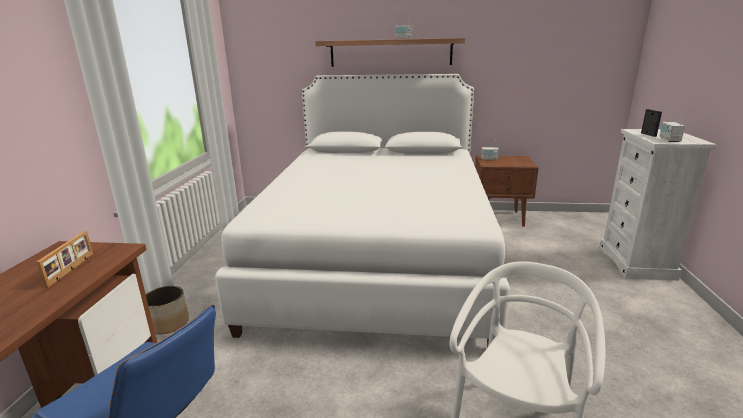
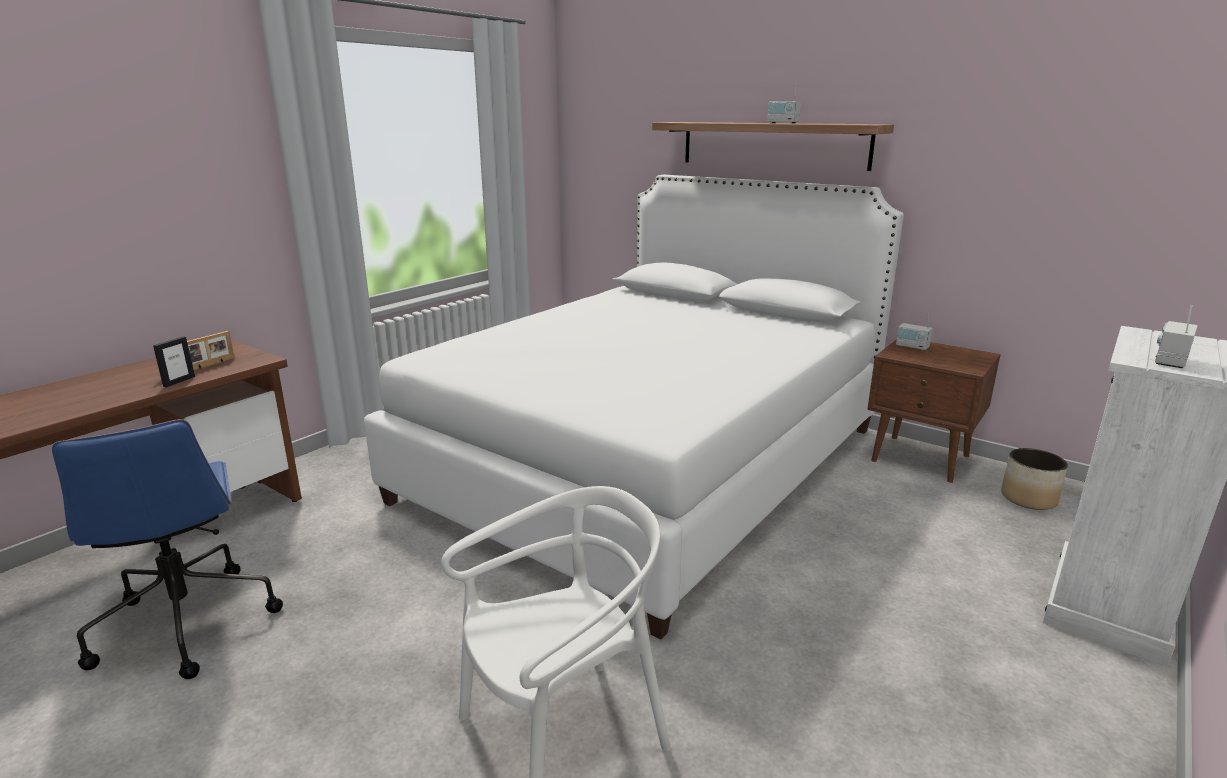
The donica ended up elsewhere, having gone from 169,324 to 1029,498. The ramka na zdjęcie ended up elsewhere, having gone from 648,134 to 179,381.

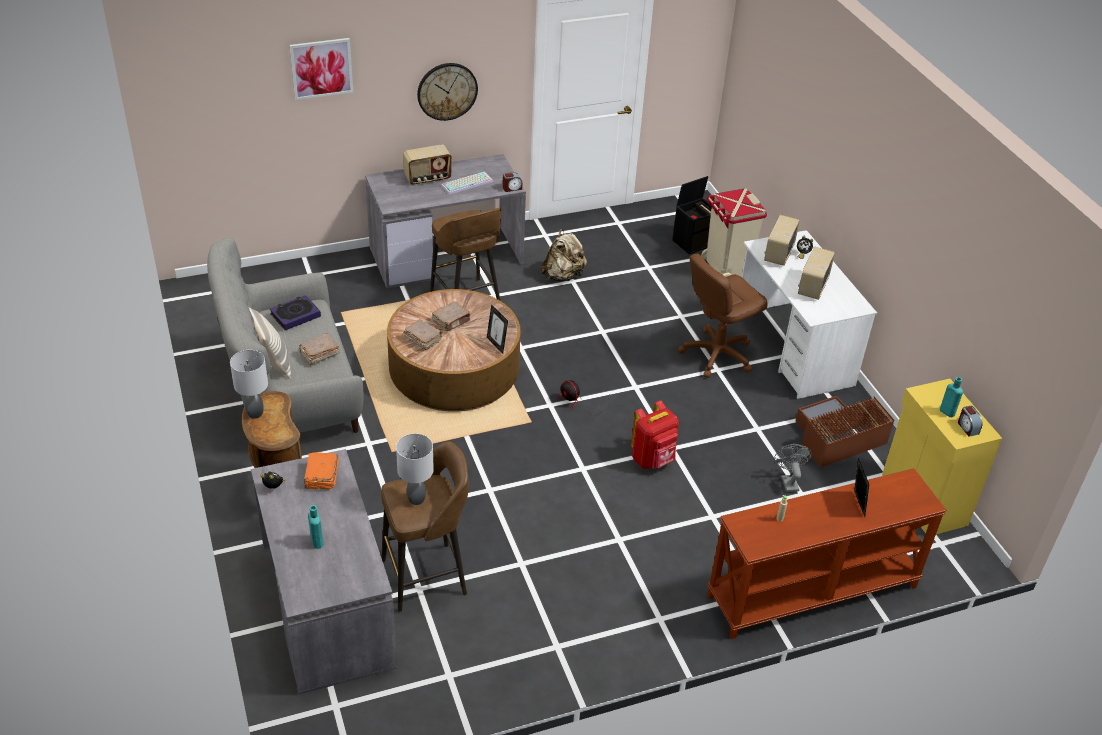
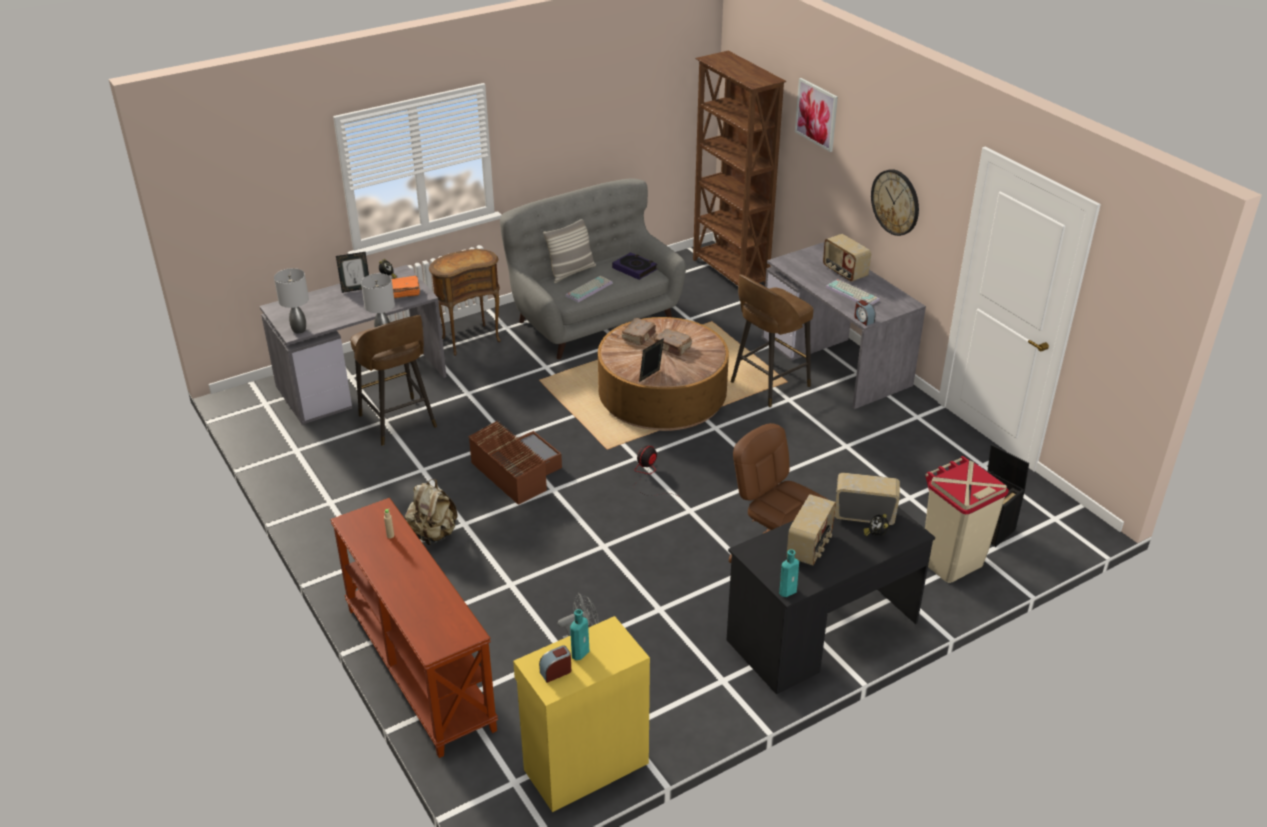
The lampa stołowa (szary) ended up elsewhere, having gone from 255,413 to 299,330. Where the książka (brązowy) stood at 319,354, the klawiatura came to stand at 589,289. The butelka (turkusowy) ended up elsewhere, having gone from 317,541 to 789,591. The plecak (beżowy) ended up elsewhere, having gone from 563,276 to 433,534. The second view lost the plecak (czerwony) at 653,460. What was the biurko (biały) at 793,349 turned into the biurko (czarny) at 822,632. The pojemnik do przechowywania (brązowy) ended up elsewhere, having gone from 836,438 to 516,471. The radio at 812,286 ended up facing another way, 105 degrees clockwise from before. The ramka na zdjęcie ended up elsewhere, having gone from 856,504 to 356,289. The second view gained the regał (brązowy) at 730,273.

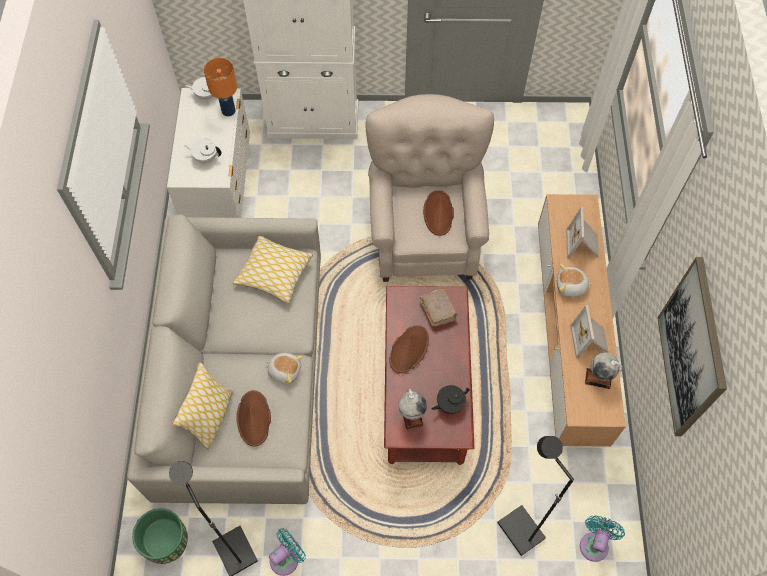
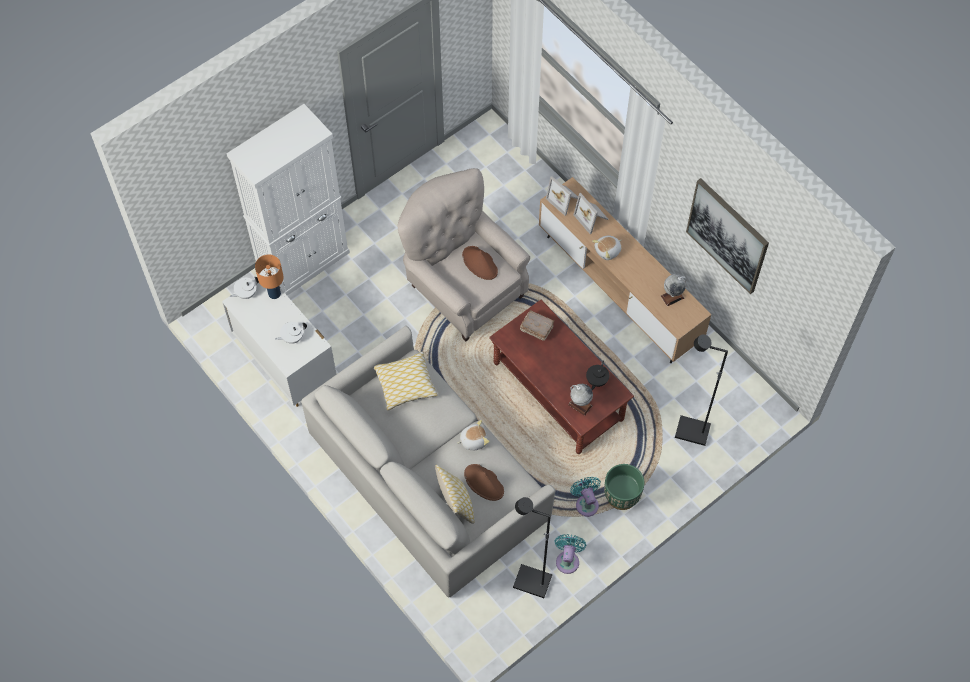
The donica (zielony) ended up elsewhere, having gone from 167,543 to 621,495. The second view lost the kapelusz (brązowy) at 409,349. The ramka na zdjęcie ended up elsewhere, having gone from 590,340 to 564,199. The wentylator (turkusowy) ended up elsewhere, having gone from 595,543 to 586,503.

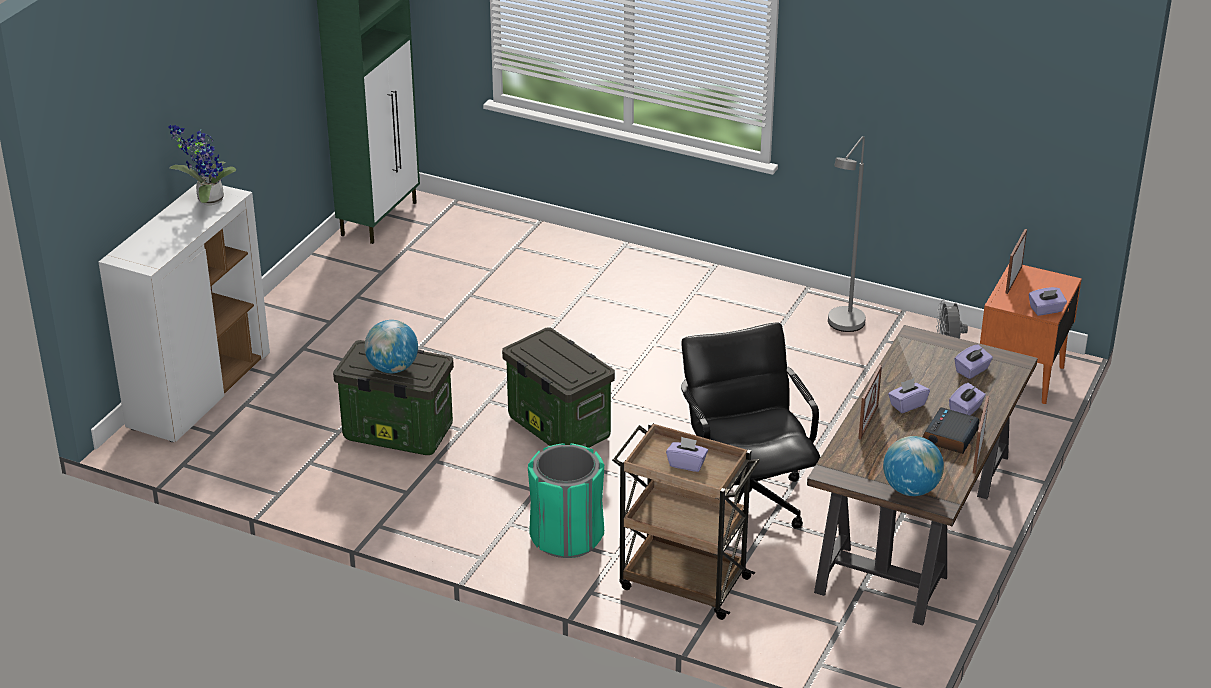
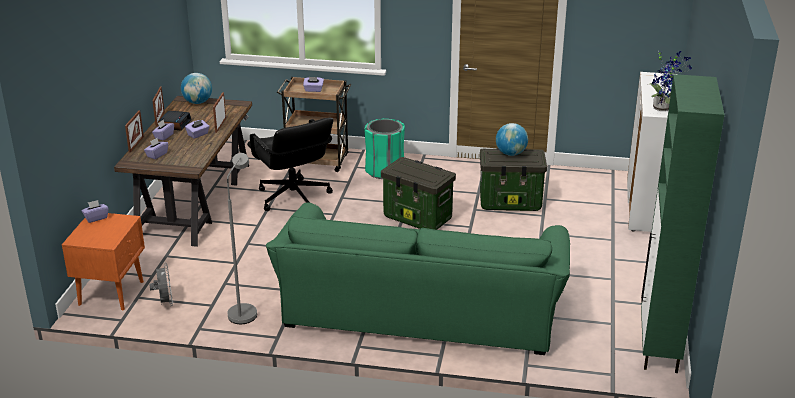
The ramka na zdjęcie ended up elsewhere, having gone from 1013,280 to 136,144. The second view gained the kanapa (zielony) at 421,307.

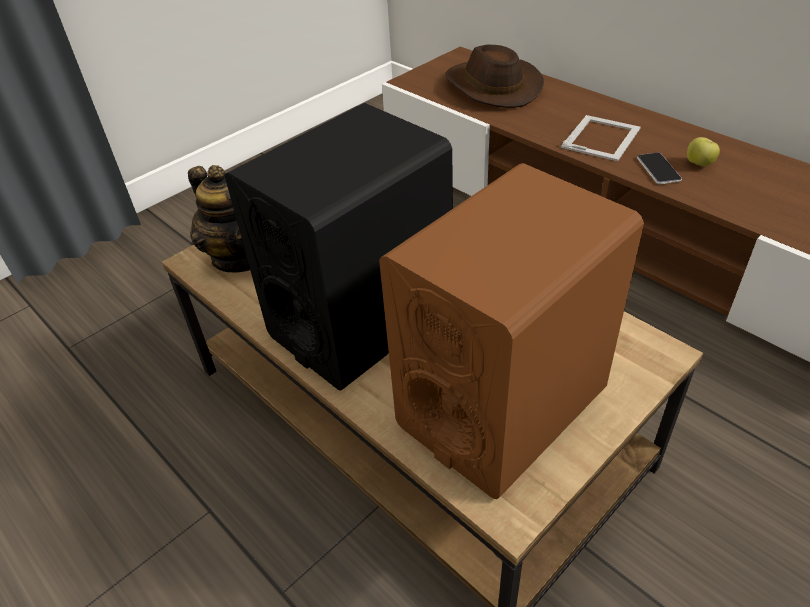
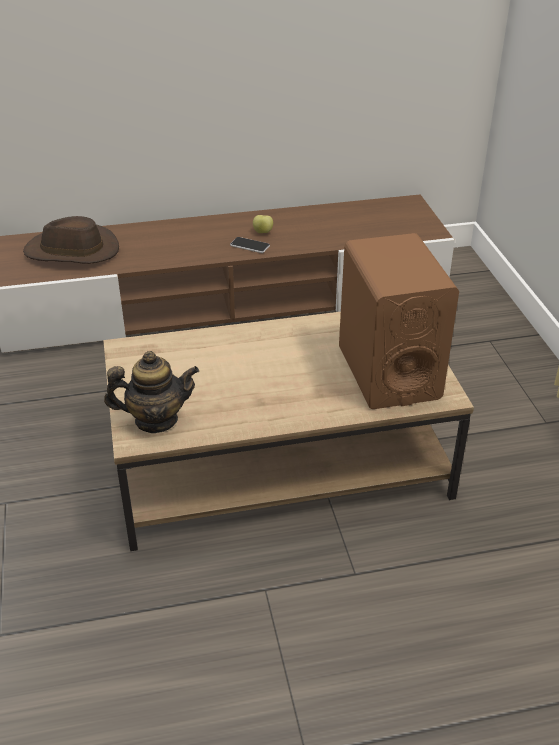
The second view lost the głośnik (czarny) at 362,320. The second view lost the ramka na zdjęcie at 602,137.

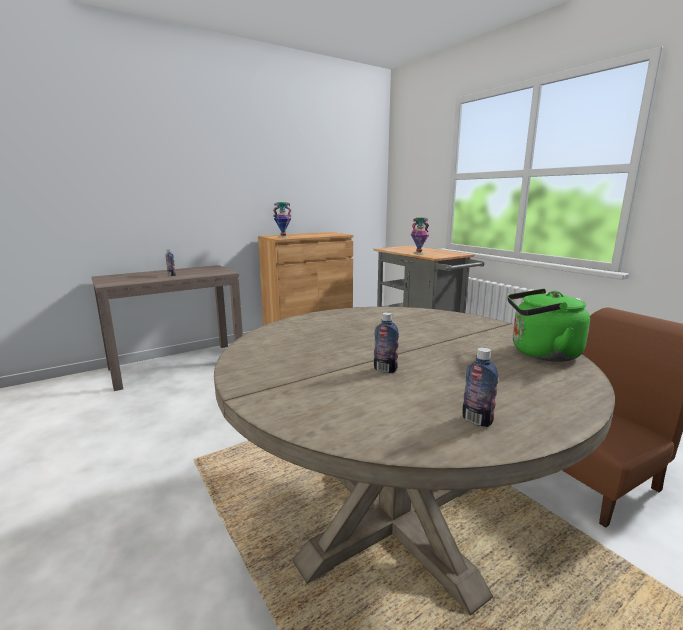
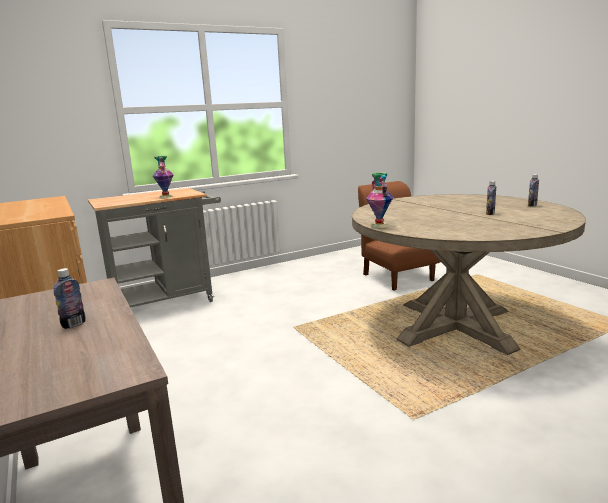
The wazon ended up elsewhere, having gone from 283,237 to 380,225. The second view lost the czajnik (zielony) at 540,353.

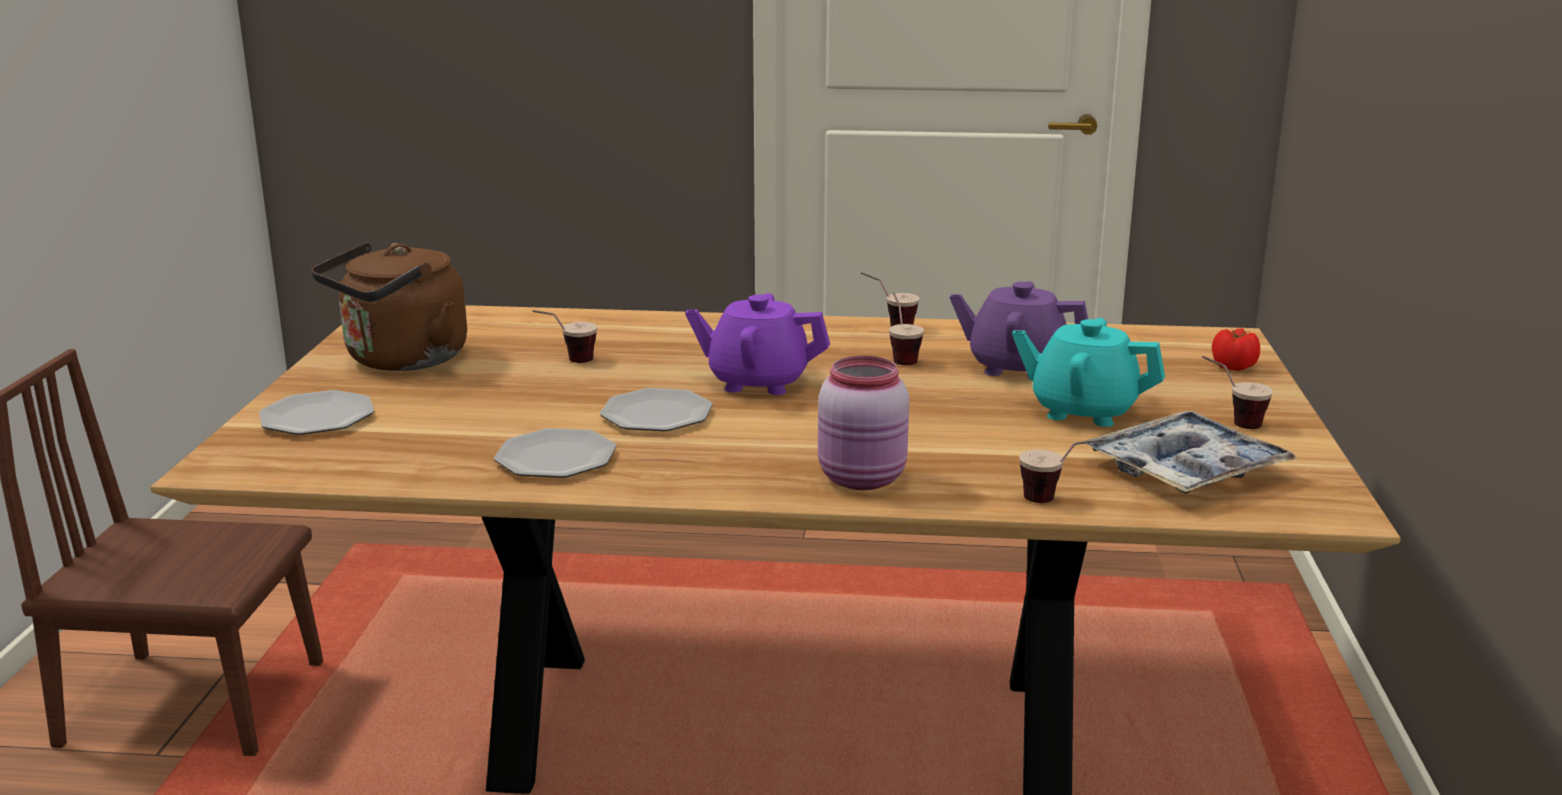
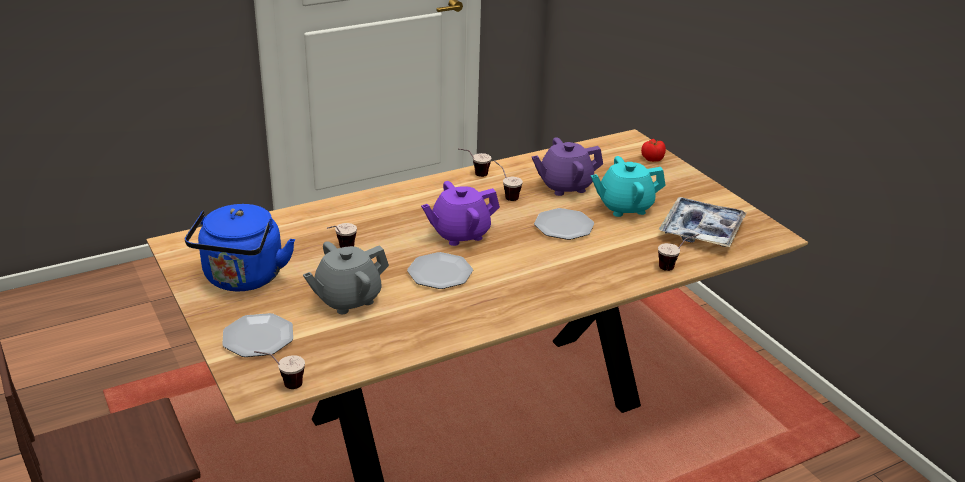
What was the czajnik (brązowy) at 401,360 turned into the czajnik (niebieski) at 242,279. The talerz ended up elsewhere, having gone from 555,458 to 563,226. The second view lost the słoik (różowy) at 863,479. The filiżanka ended up elsewhere, having gone from 1231,422 to 282,384. The second view gained the imbryk (szary) at 347,299.

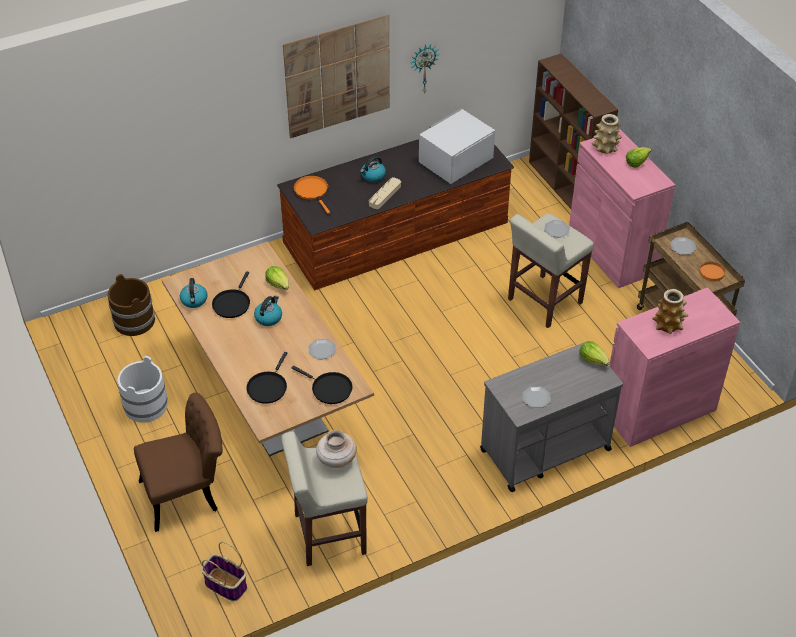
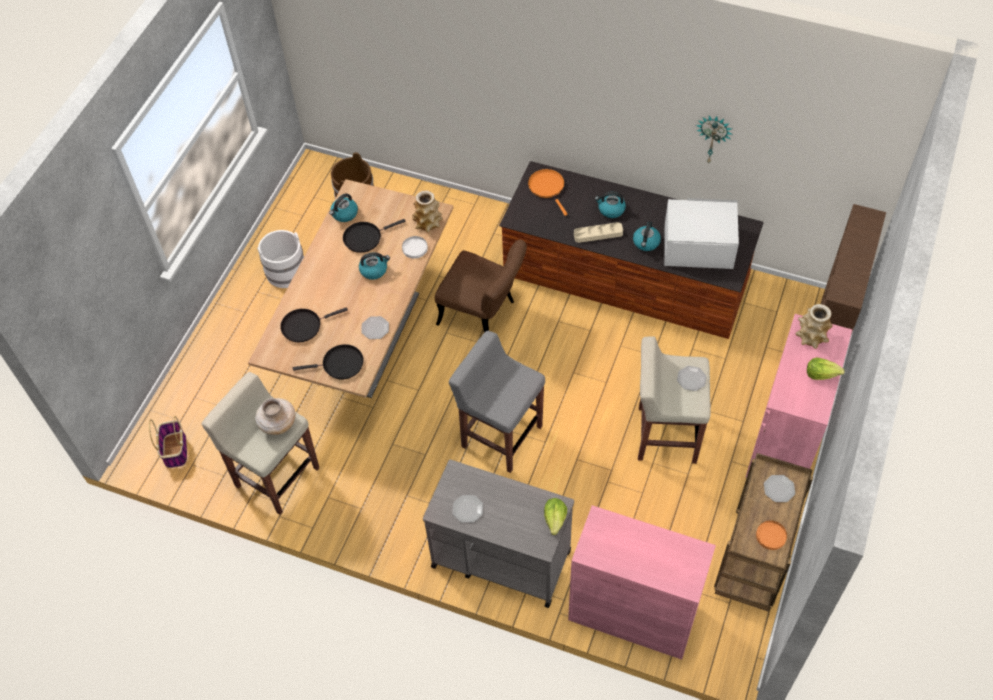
The krzesło (brązowy) ended up elsewhere, having gone from 187,493 to 483,315. Where the sałata stood at 278,284, the talerz (biały) came to stand at 415,248. The second view lost the obraz at 337,76. The patelnia (czarny) at 329,389 ended up facing another way, 90 degrees counterclockwise from before. The patelnia (pomarańczowy) at 312,191 ended up facing another way, 45 degrees counterclockwise from before. The wazon ended up elsewhere, having gone from 668,324 to 428,223. The second view gained the stołek (szary) at 501,436. The second view gained the czajnik at 646,243.

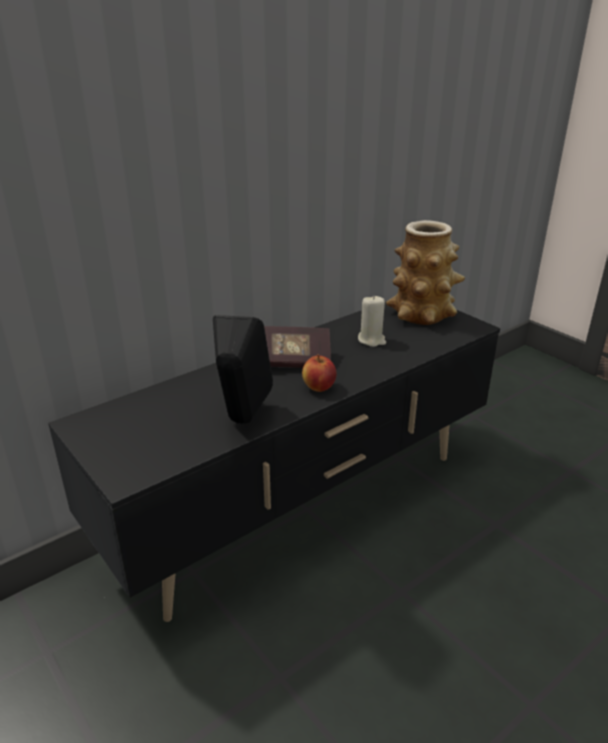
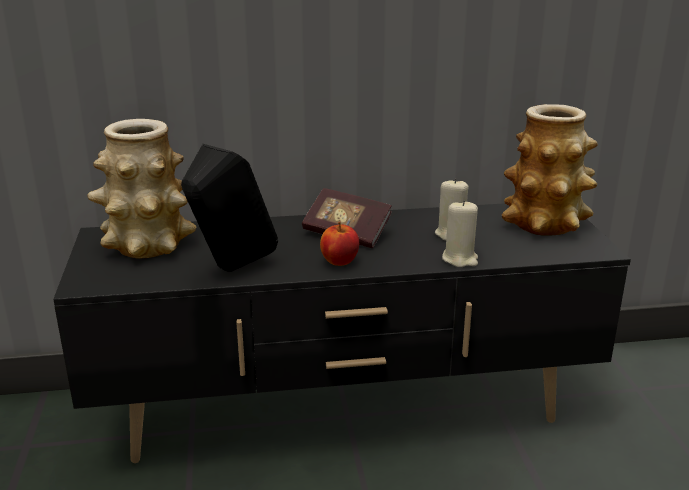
The second view gained the wazon at 147,245. The second view gained the świeca (beżowy) at 460,259.

